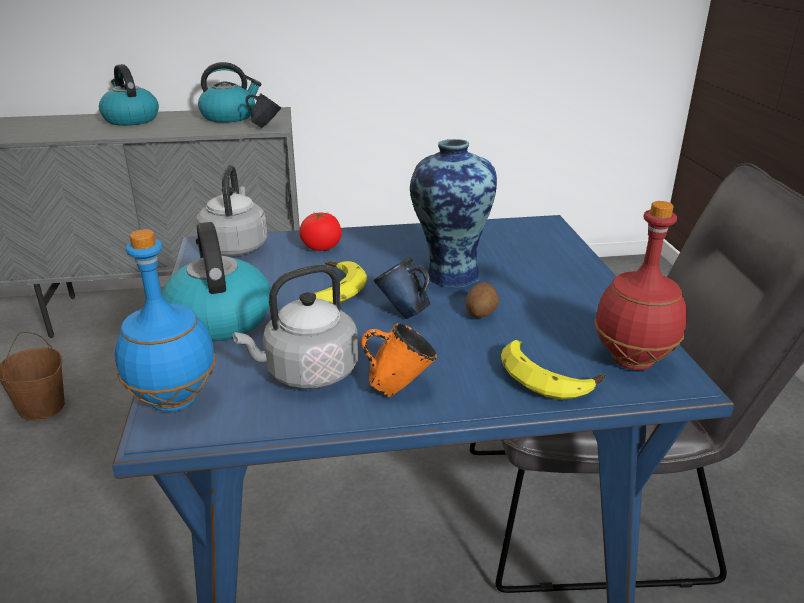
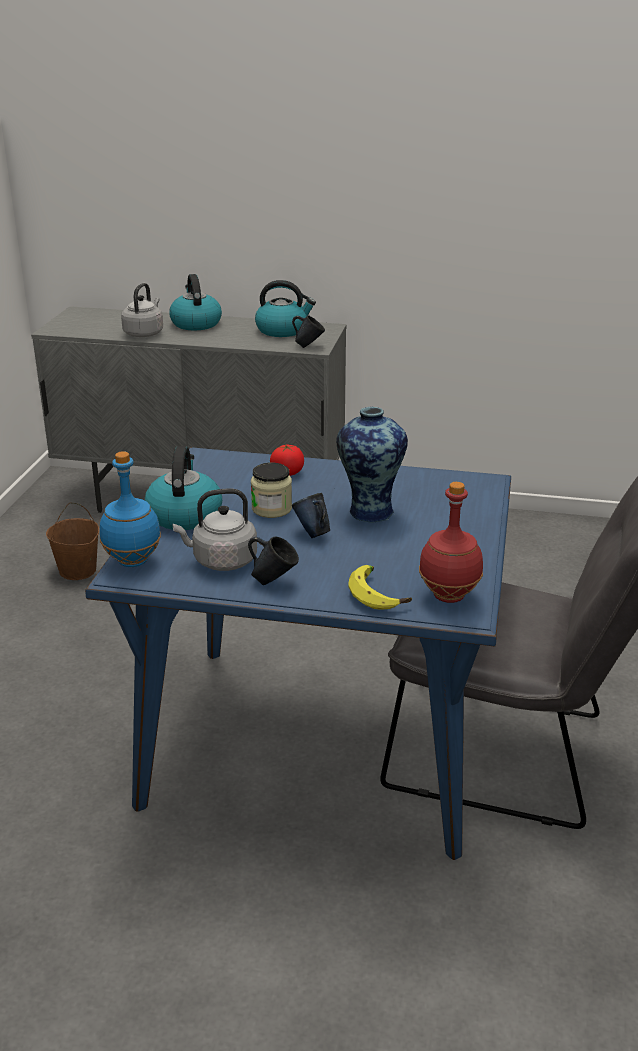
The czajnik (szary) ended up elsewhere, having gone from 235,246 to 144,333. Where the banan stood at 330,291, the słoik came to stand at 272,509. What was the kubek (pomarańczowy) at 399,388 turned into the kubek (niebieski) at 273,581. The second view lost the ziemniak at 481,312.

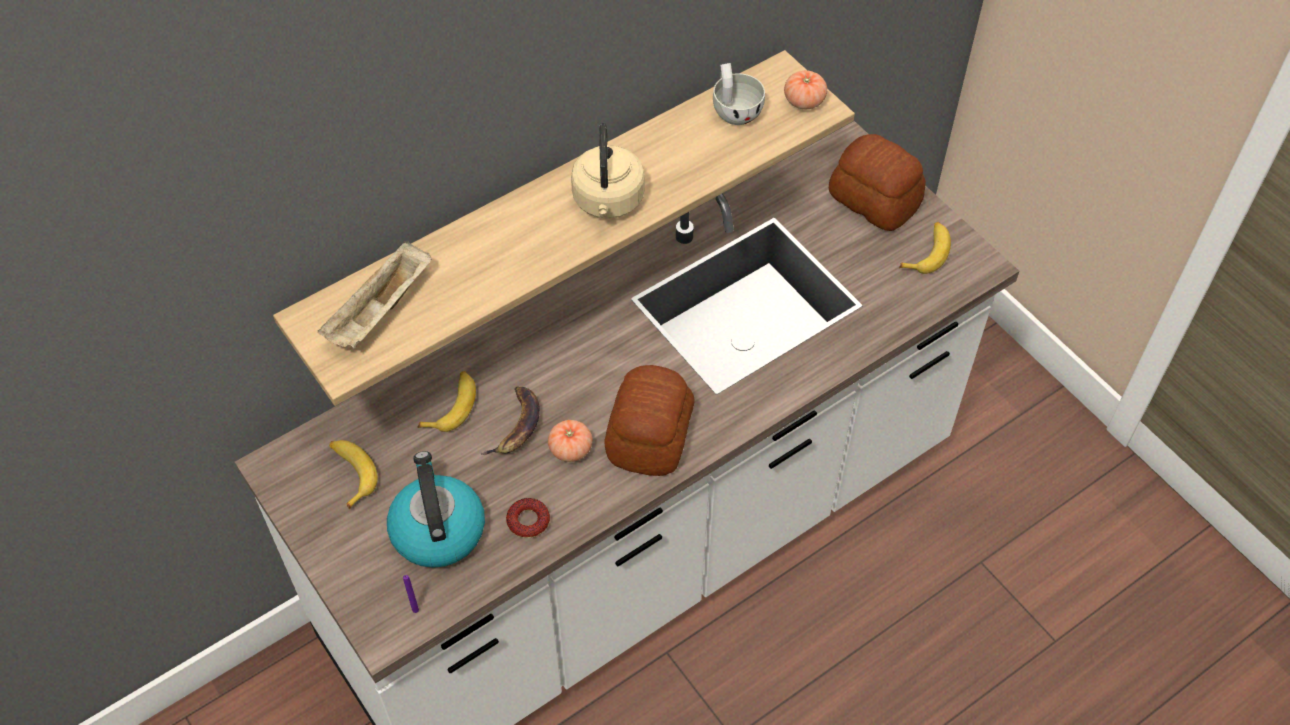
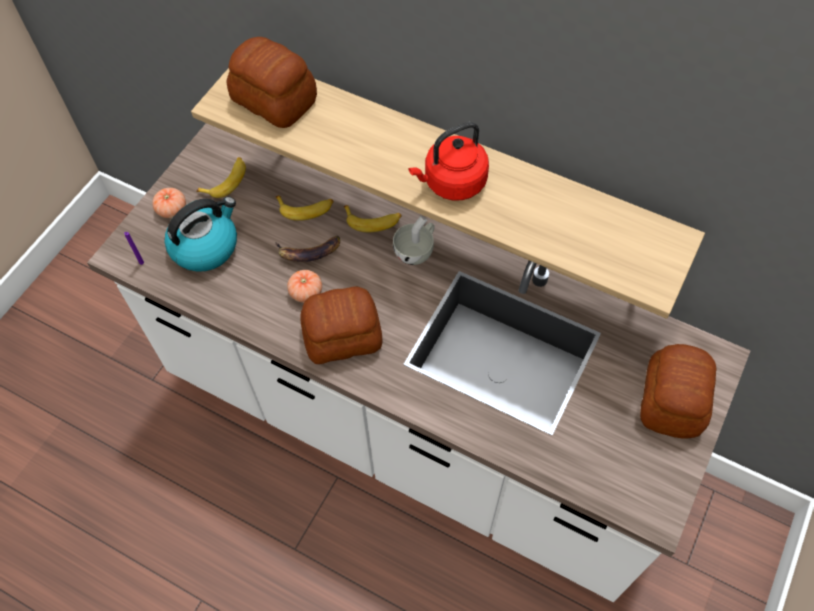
Where the taca (beżowy) stood at 380,311, the chleb came to stand at 274,101. The second view lost the donut at 528,521. What was the czajnik (beżowy) at 608,202 turned into the czajnik (czerwony) at 452,183. The filiżanka (biały) ended up elsewhere, having gone from 734,109 to 416,250. The pomidor ended up elsewhere, having gone from 804,101 to 172,210. The banan ended up elsewhere, having gone from 927,252 to 373,221.

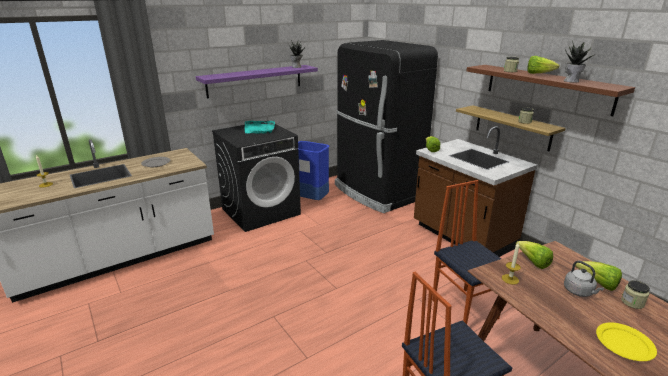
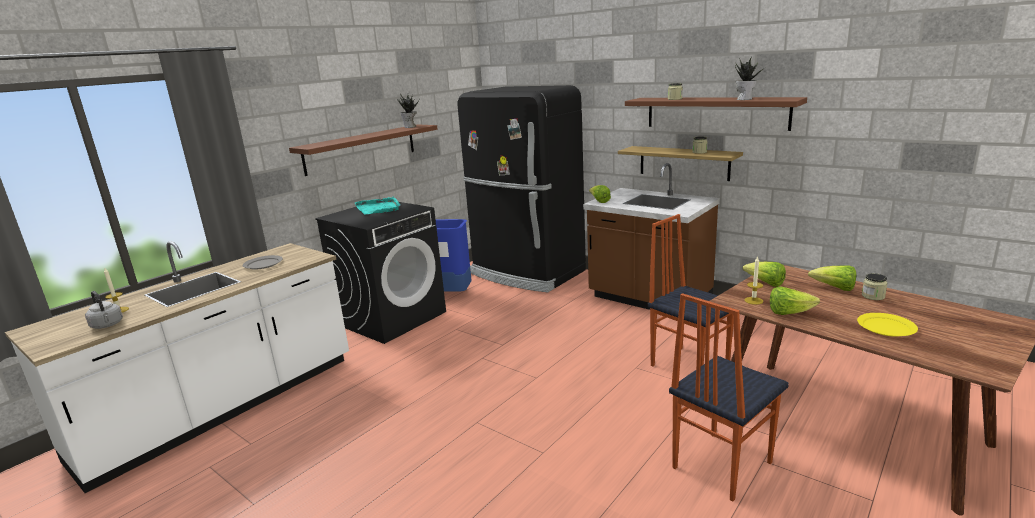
What was the półka (fioletowy) at 255,81 turned into the półka (brązowy) at 361,149. The sałata ended up elsewhere, having gone from 538,74 to 789,313. The czajnik (szary) ended up elsewhere, having gone from 579,292 to 107,325.

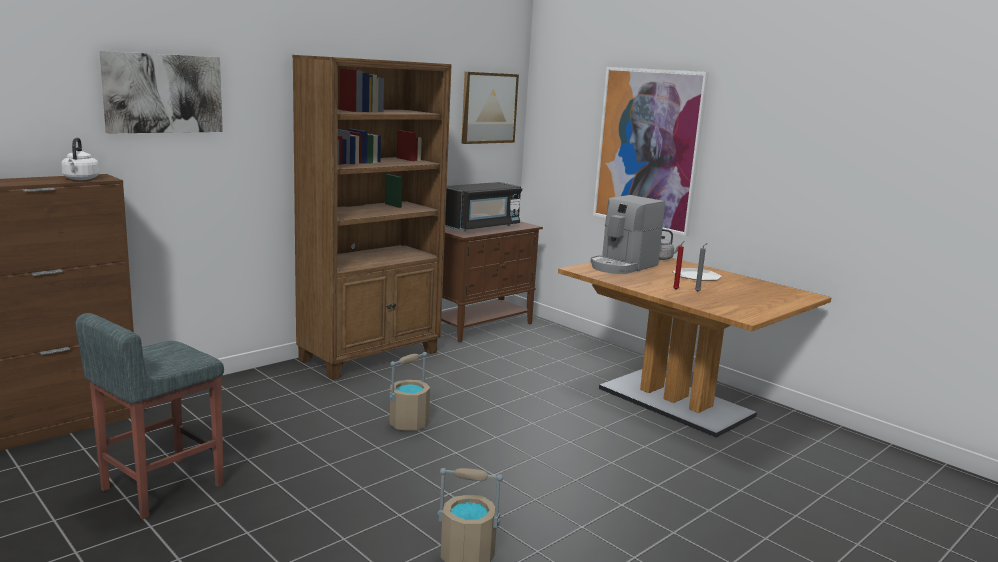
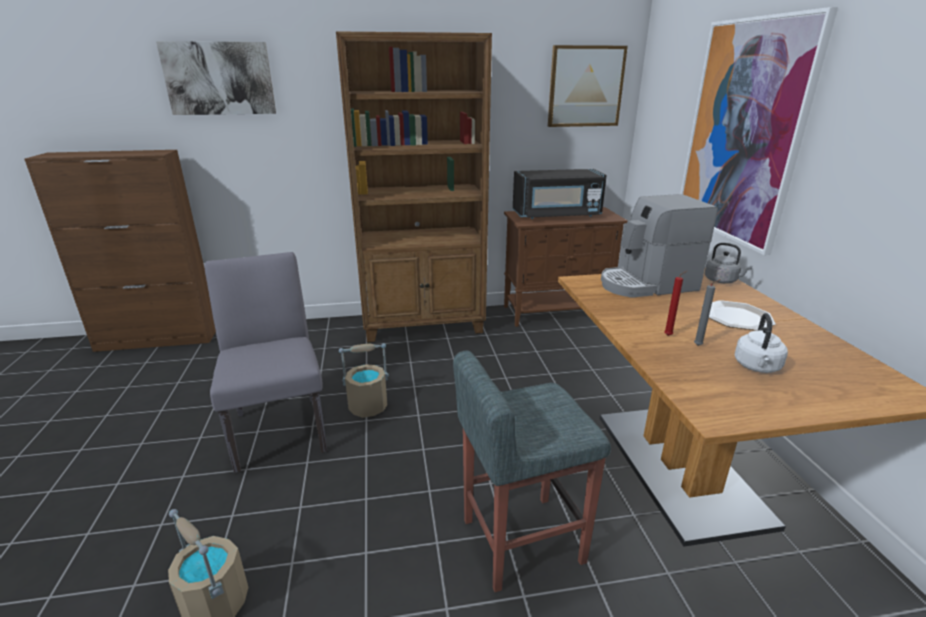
The czajnik (biały) ended up elsewhere, having gone from 80,179 to 757,367. The stołek (szary) ended up elsewhere, having gone from 160,487 to 520,541. The second view gained the krzesło (szary) at 279,426.

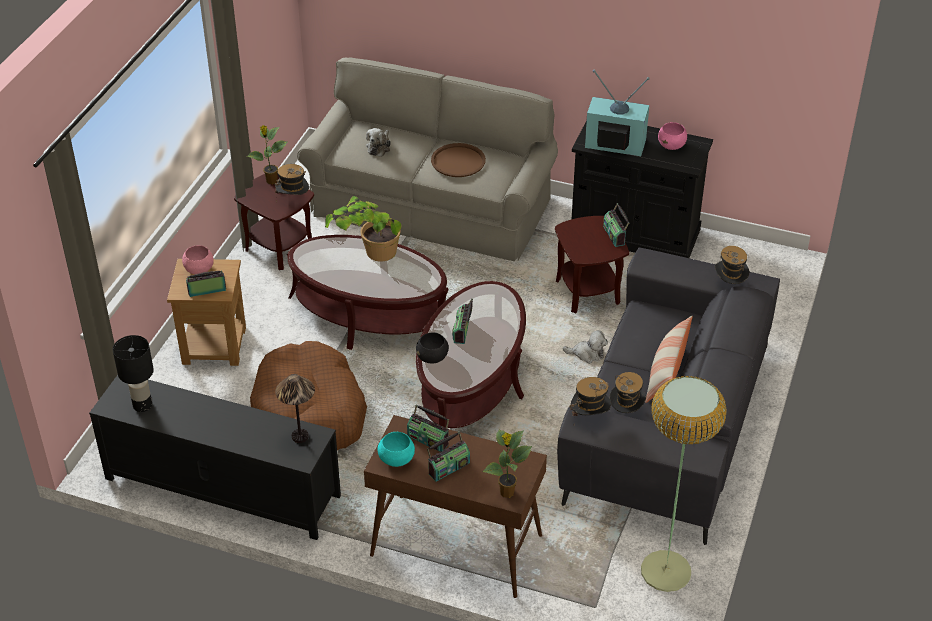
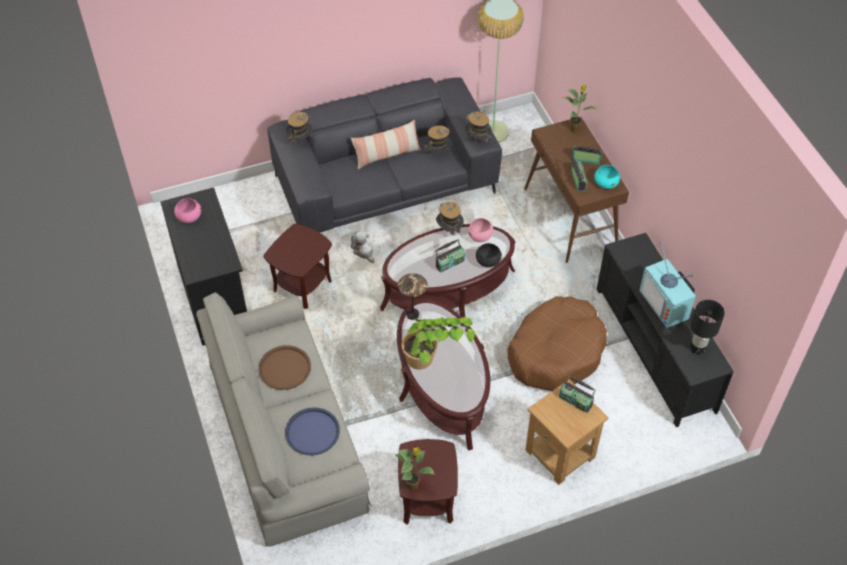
The miska (różowy) ended up elsewhere, having gone from 198,269 to 480,236. The kapelusz ended up elsewhere, having gone from 293,200 to 449,230. The lampa stołowa ended up elsewhere, having gone from 299,436 to 413,315. Where the pluszak stood at 379,147, the taca (niebieski) came to stand at 312,432. The telewizor ended up elsewhere, having gone from 614,145 to 666,304. The second view lost the radio at 615,235.

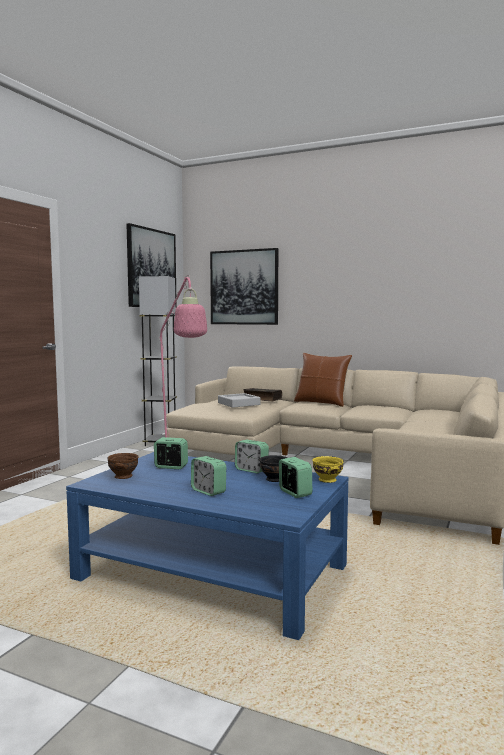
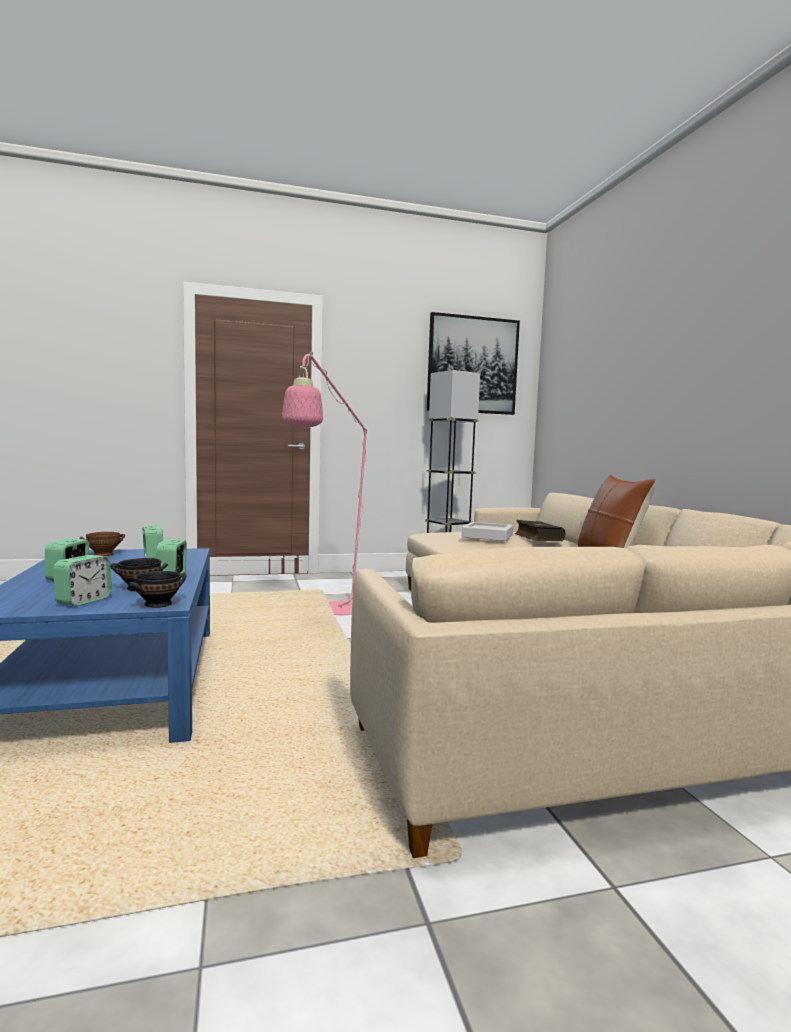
The second view lost the obraz at 244,287. What was the miska (żółty) at 327,480 turned into the miska (czarny) at 159,604.

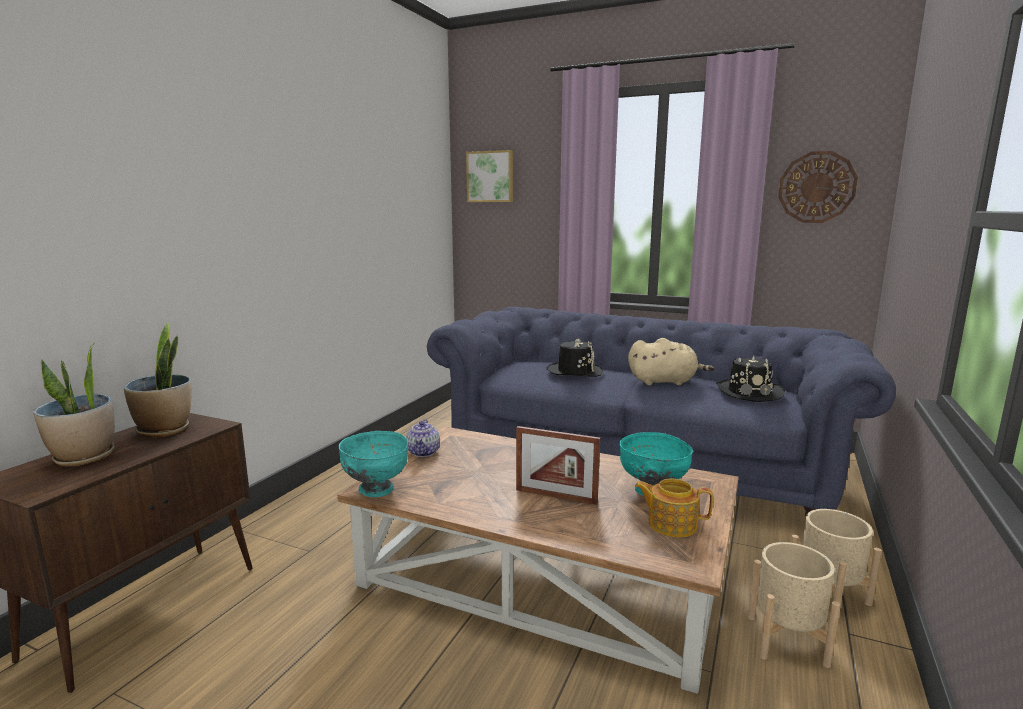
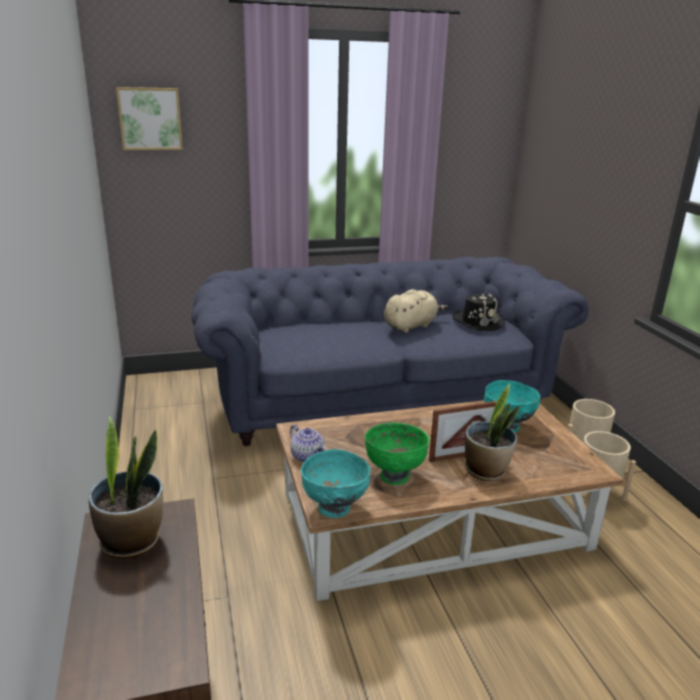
The roślina doniczkowa ended up elsewhere, having gone from 84,457 to 486,471. The second view lost the kapelusz (czarny) at 575,372. The second view lost the imbryk at 671,524. The second view lost the zegar ścienny at 816,187. The second view gained the miska (zielony) at 394,476.

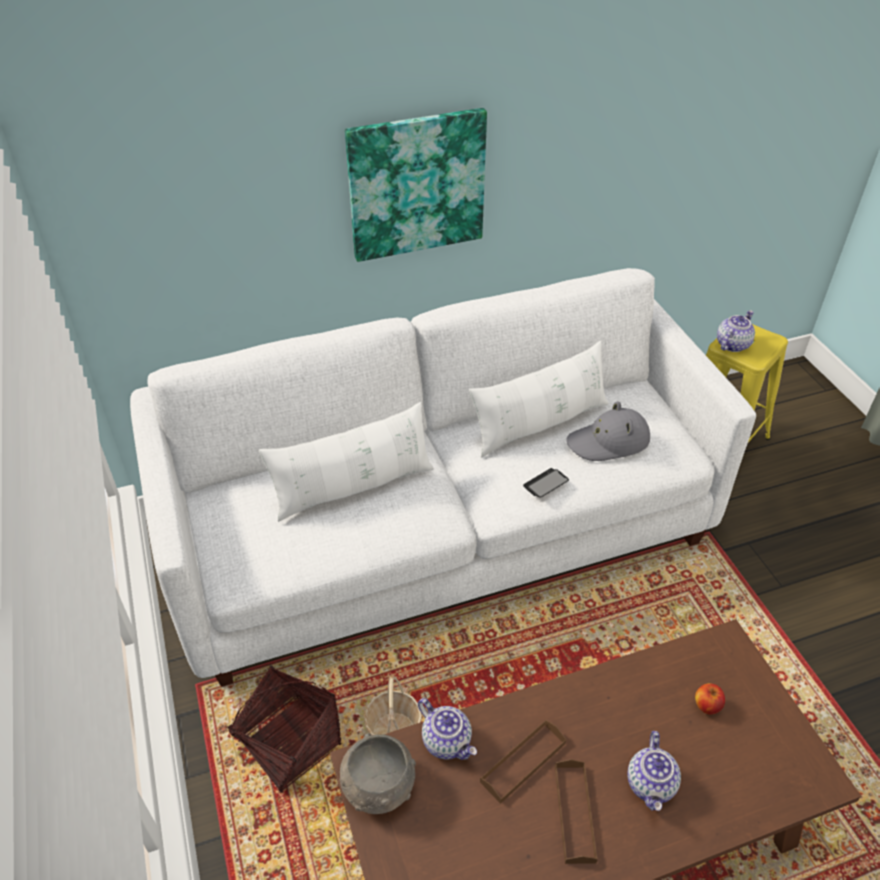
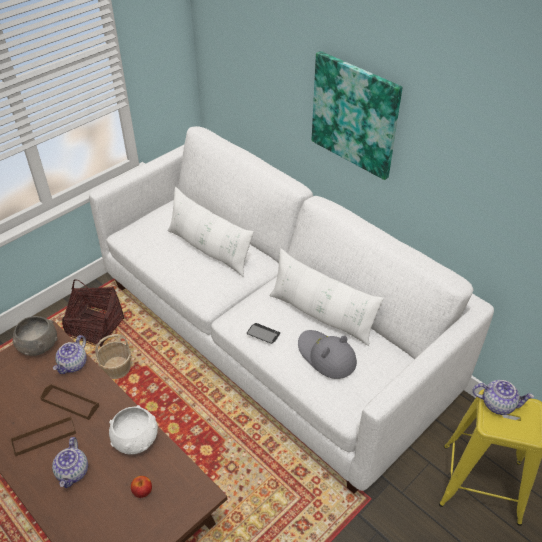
The imbryk at 651,784 ended up facing another way, 75 degrees counterclockwise from before. The second view gained the miska (biały) at 136,439.

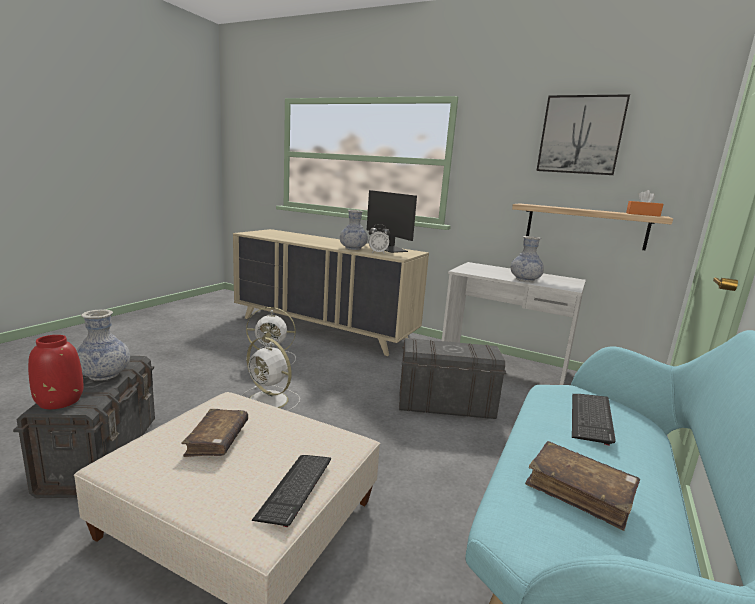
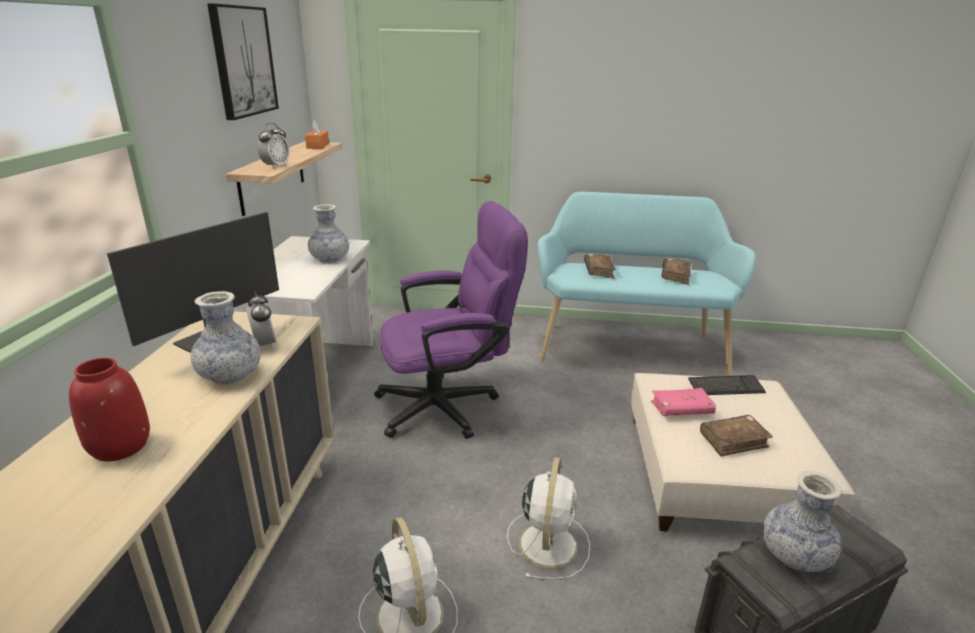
The wazon (czerwony) ended up elsewhere, having gone from 59,401 to 119,447. Where the pojemnik do przechowywania (szary) stood at 444,405, the krzesło biurowe (fioletowy) came to stand at 448,405. Where the klawiatura stood at 590,418, the książka (brązowy) came to stand at 598,271. The second view gained the budzik at 276,166. The second view gained the książka (różowy) at 681,409.

